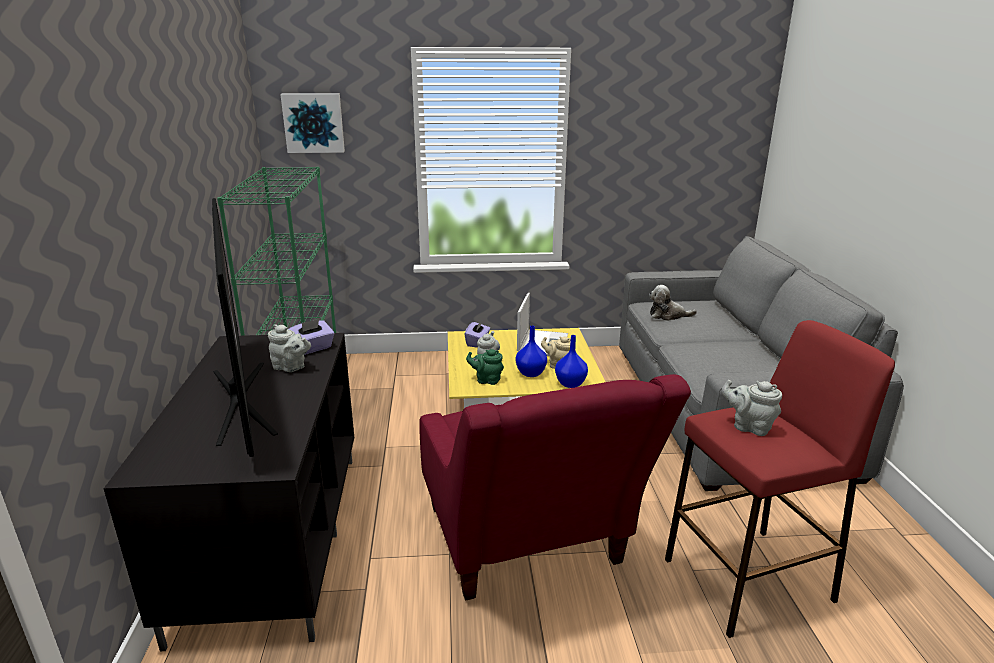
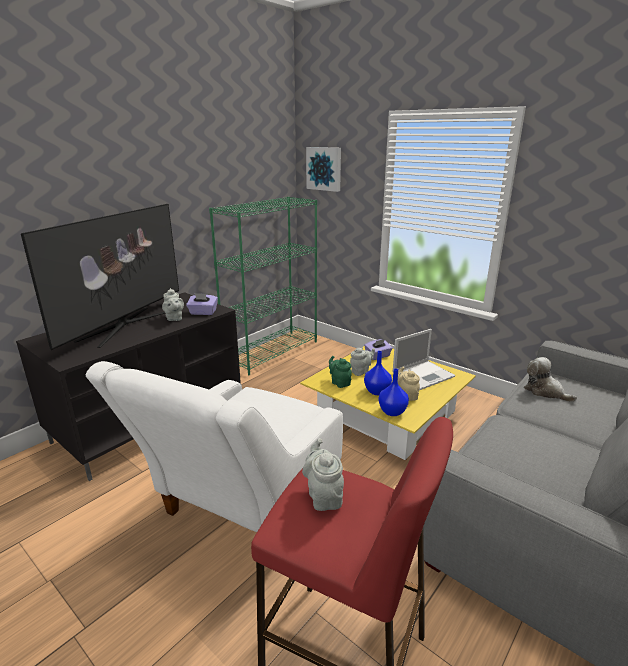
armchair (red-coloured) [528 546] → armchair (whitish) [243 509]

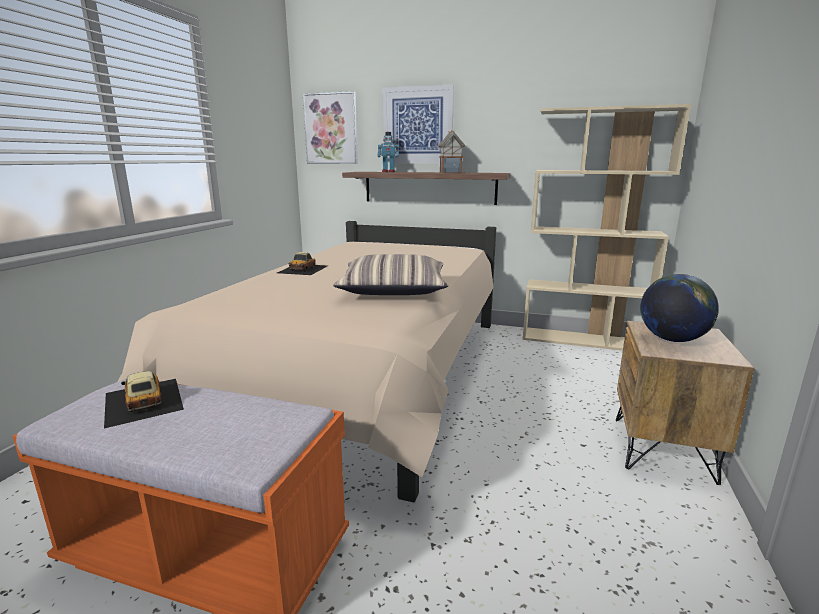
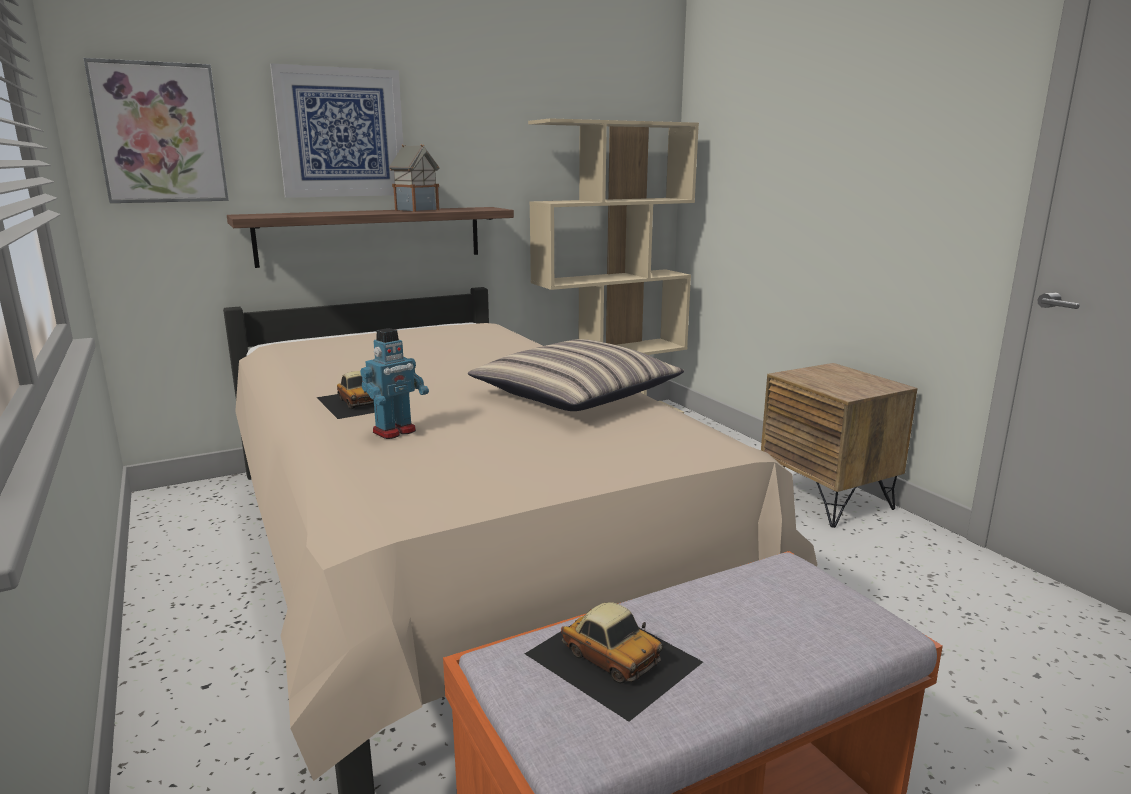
toy robot [388 172] → toy robot [395 432], relocated
model car [143 401] → model car [613 657], 150 degrees counterclockwise
desk globe [672 340] → -

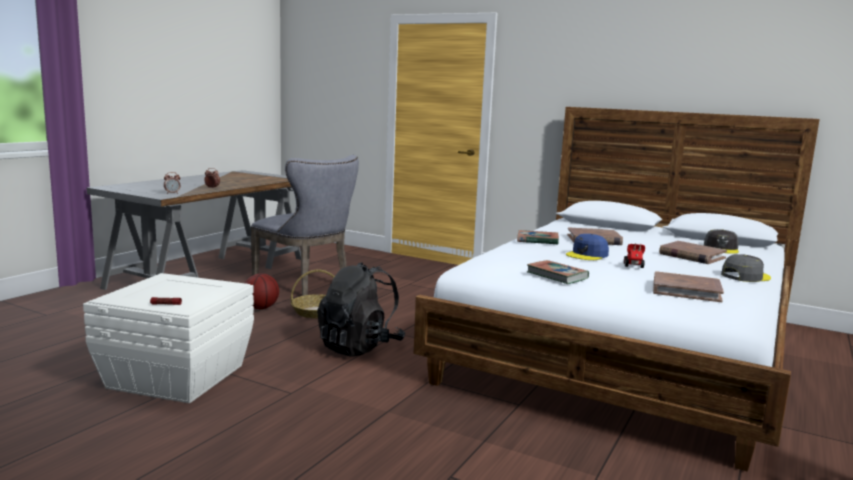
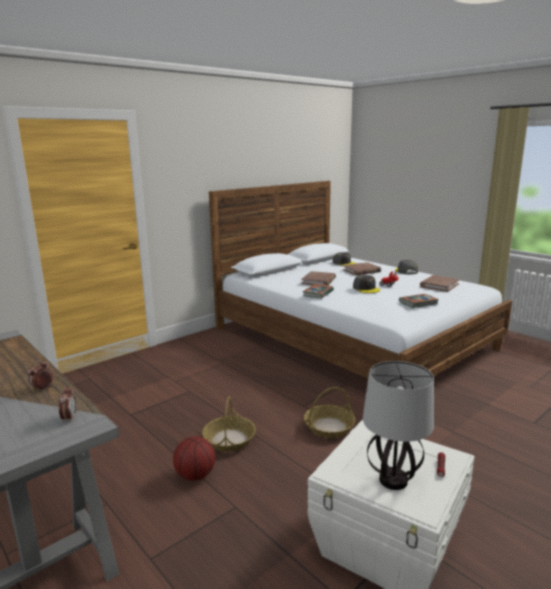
backpack (blackish) [360 347] → basket [329 427]
baseball cap (bluish) [587 255] → baseball cap (gray) [366 288]
- → tabletop lamp [393 481]
upright chair (gray) [306 284] → -

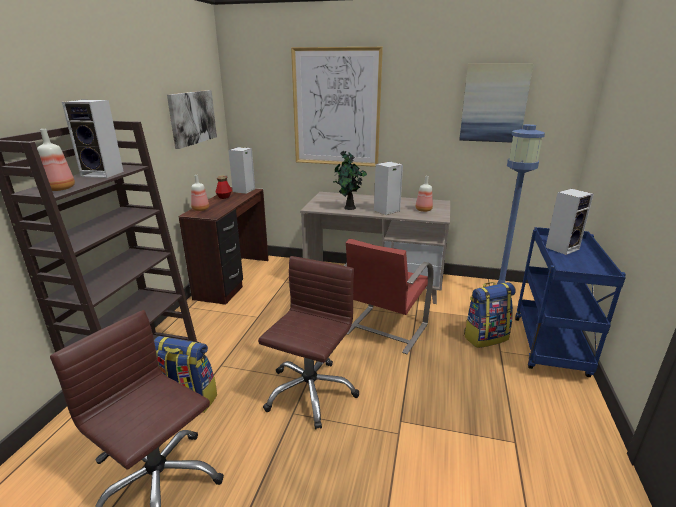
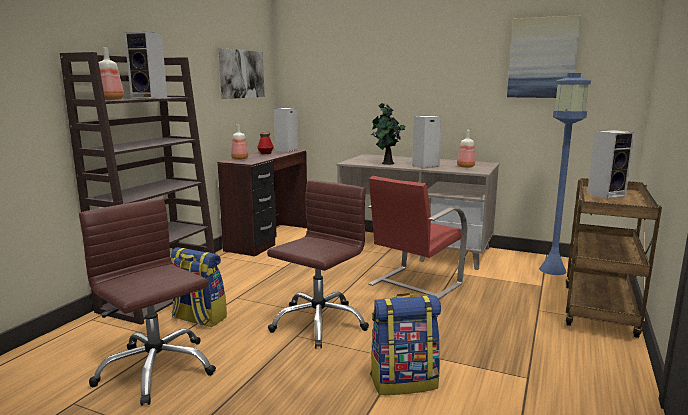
backpack [485 337] → backpack [404 381], relocated
cart (bluish) [550 348] → cart (brownish) [600 312]
picture [336 108] → -

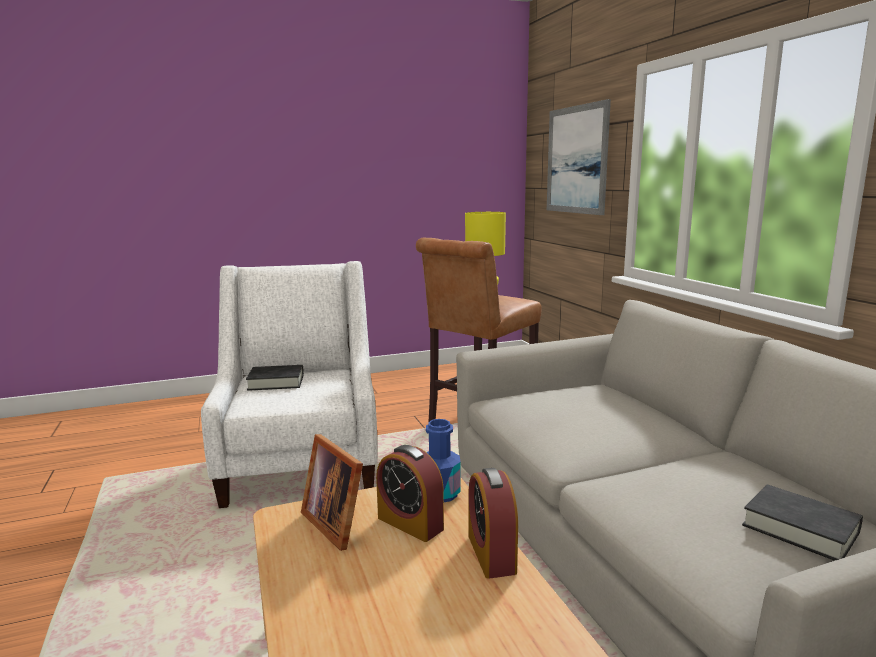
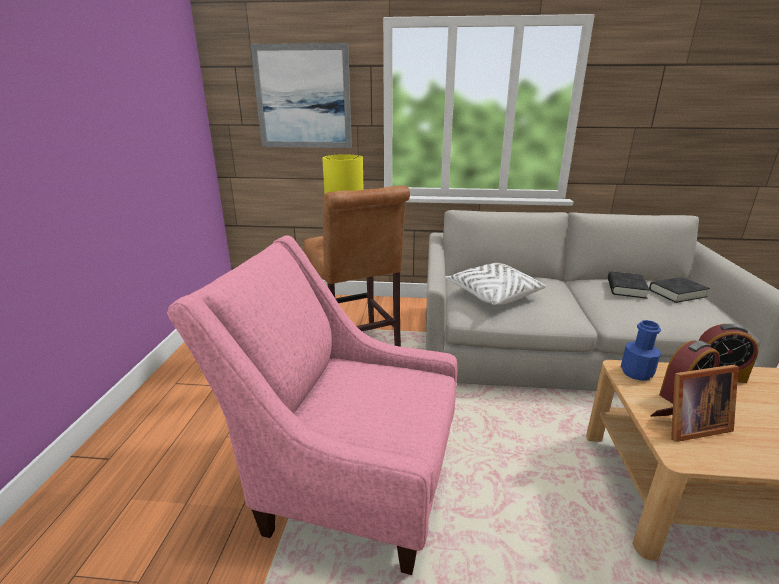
armchair (whitish) [302 464] → armchair (pink) [346 480]
- → throw pillow (whitish) [492 295]
volume (blackish) [276 382] → volume (blackish) [626 288], relocated

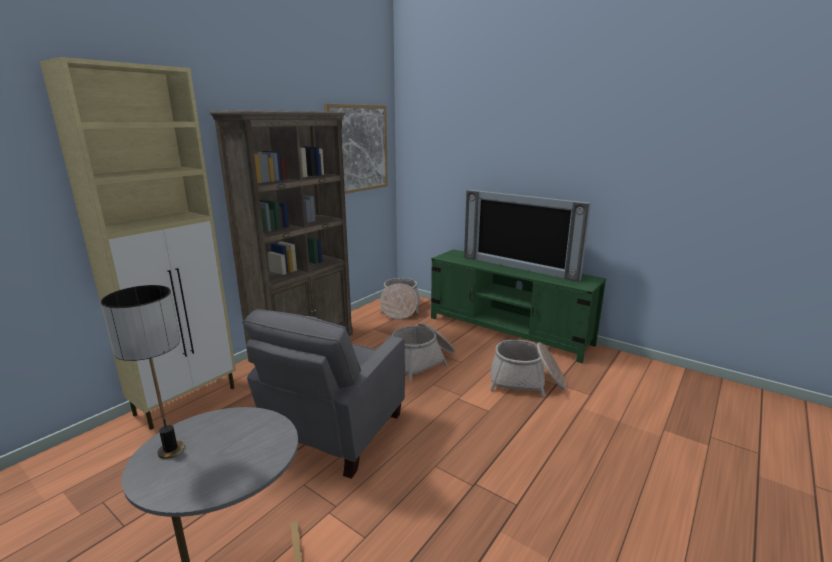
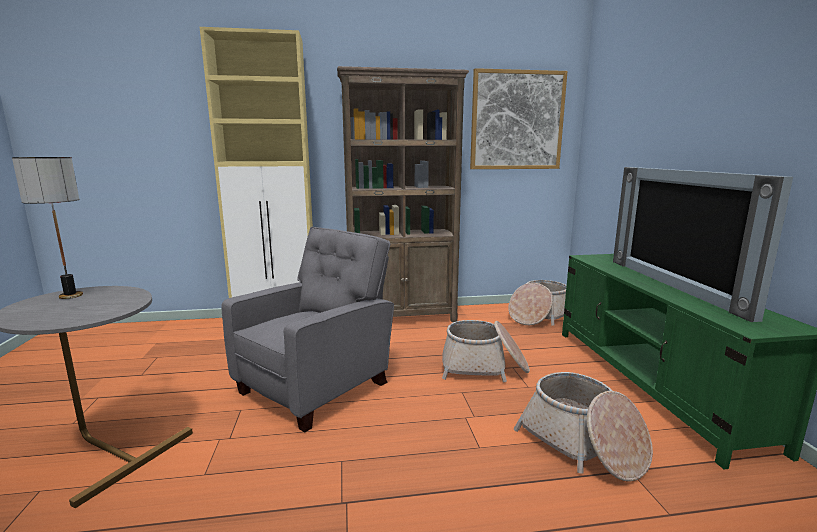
armchair (gray) [334 432] → armchair (gray) [317 386], 150 degrees clockwise

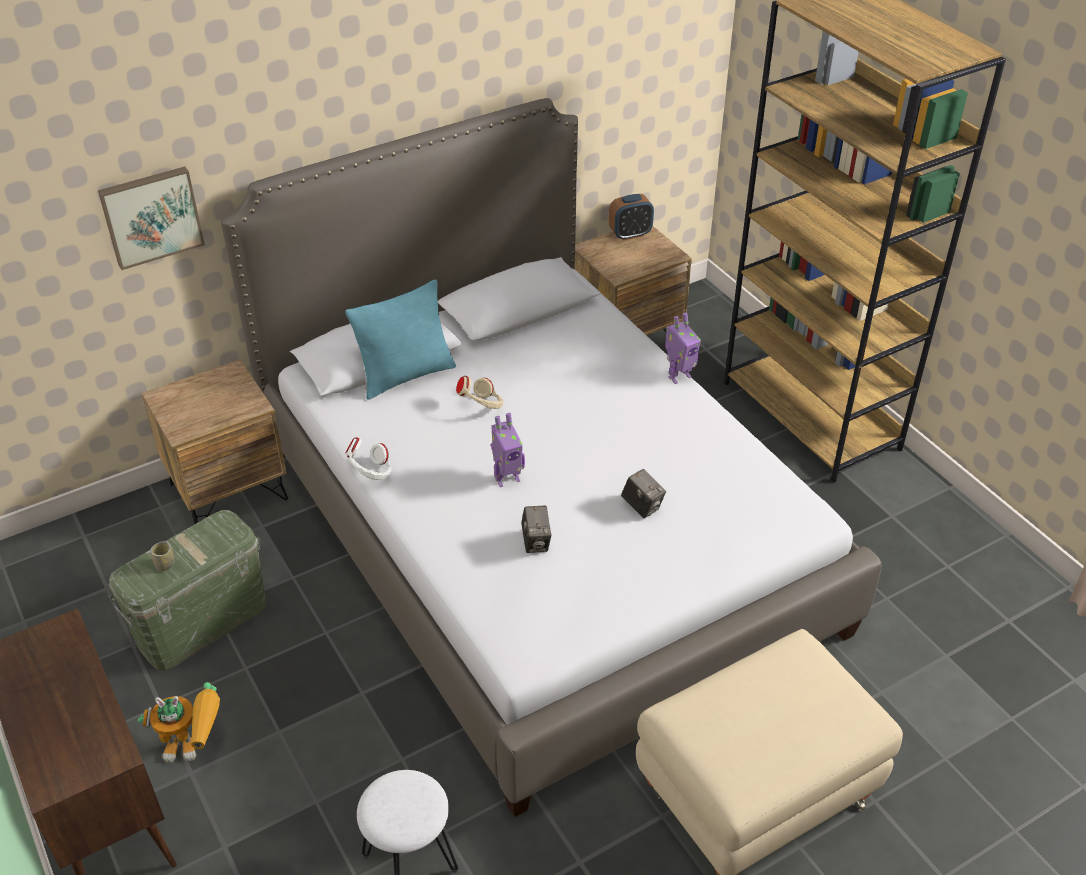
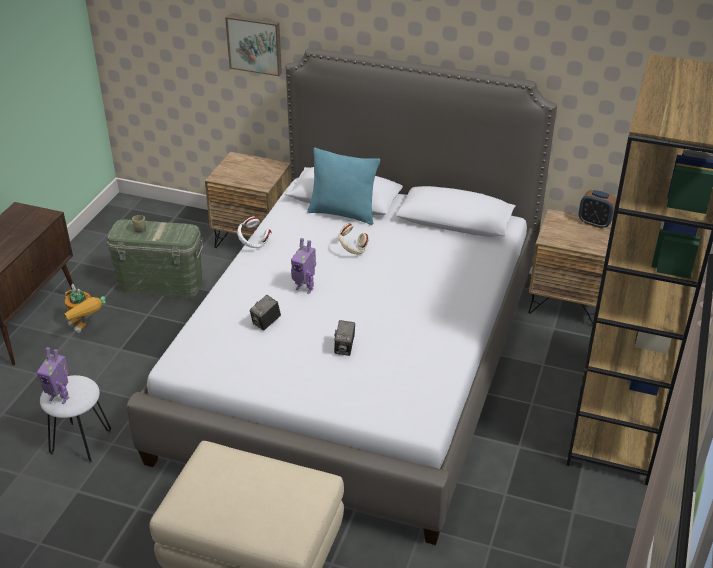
toy robot [678 376] → toy robot [60 398], relocated

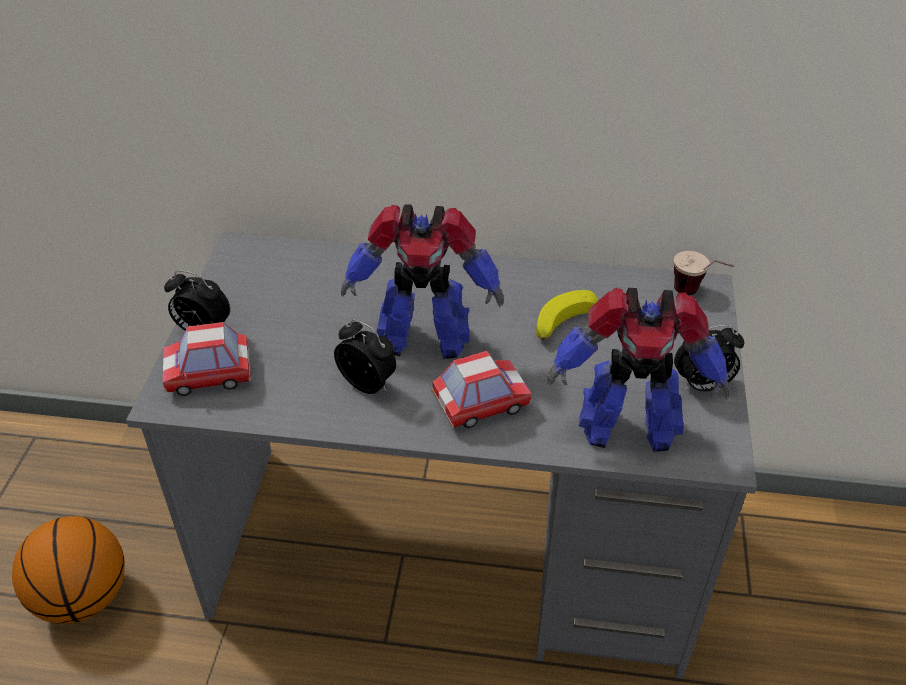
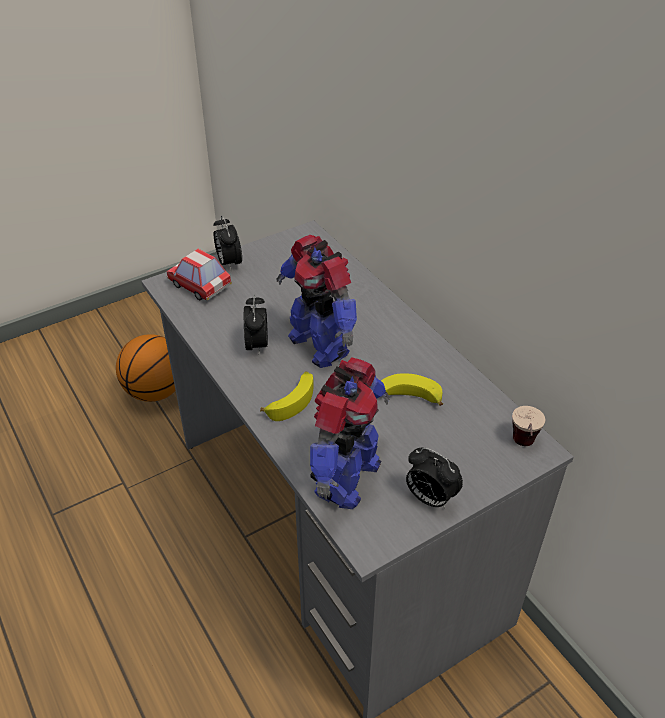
model car [481 404] → banana [292 400]
toy robot [626 427] → toy robot [345 478], 120 degrees counterclockwise

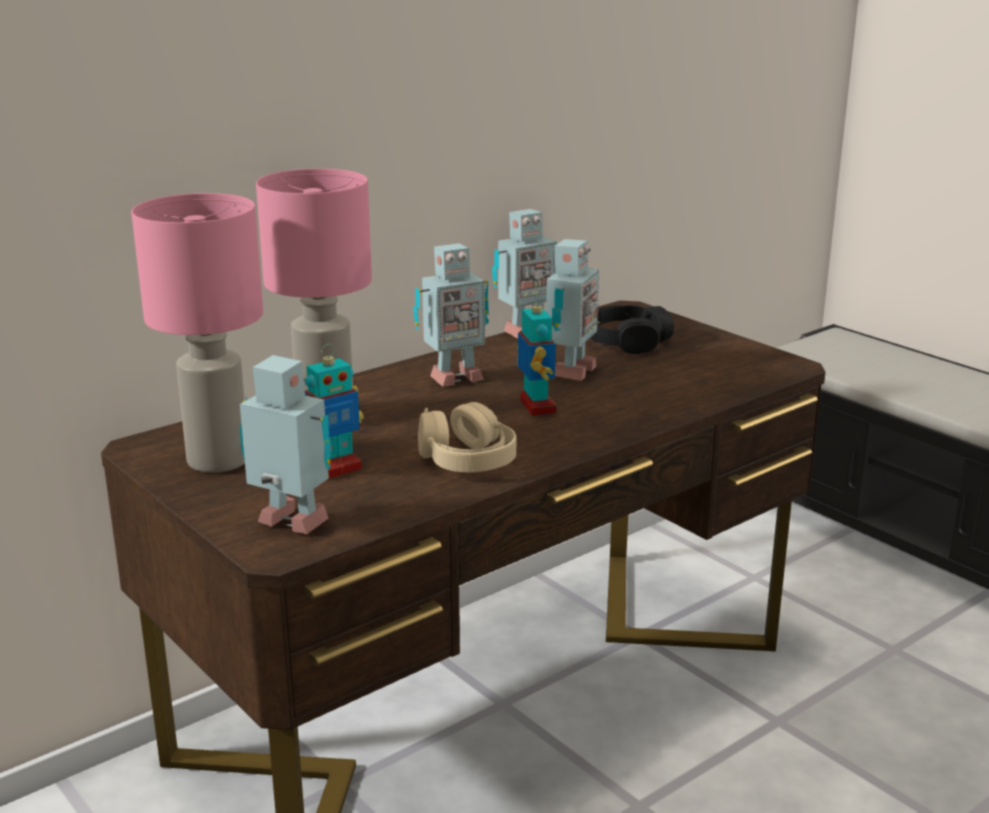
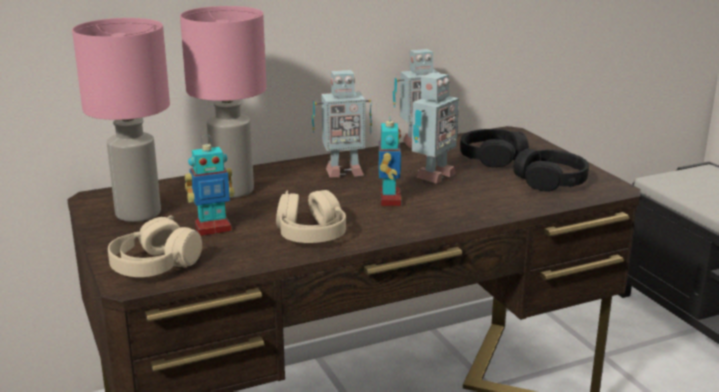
toy robot [291 525] → headphones (beige) [155 265]
- → headphones (blackish) [550 180]

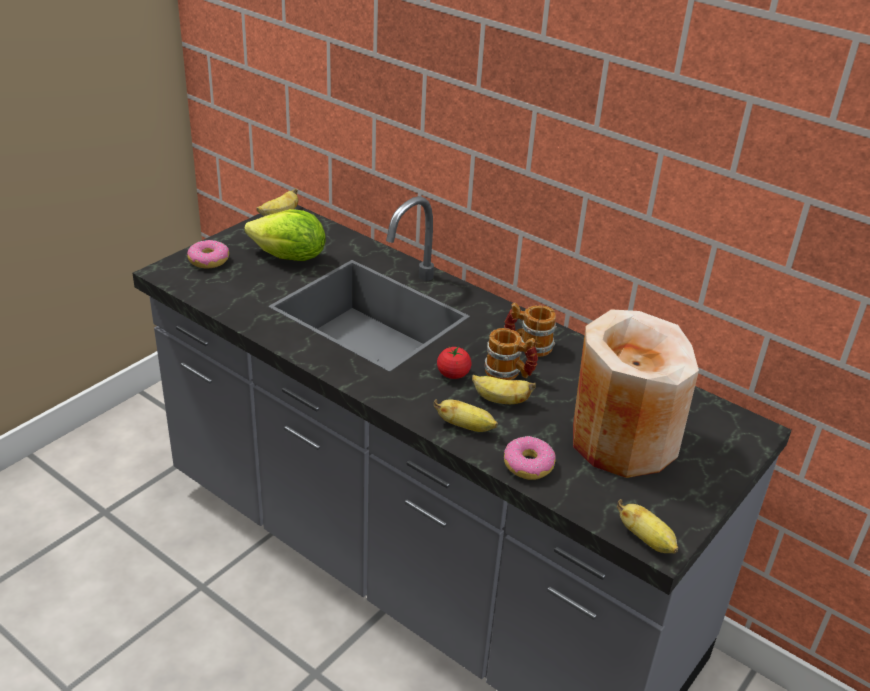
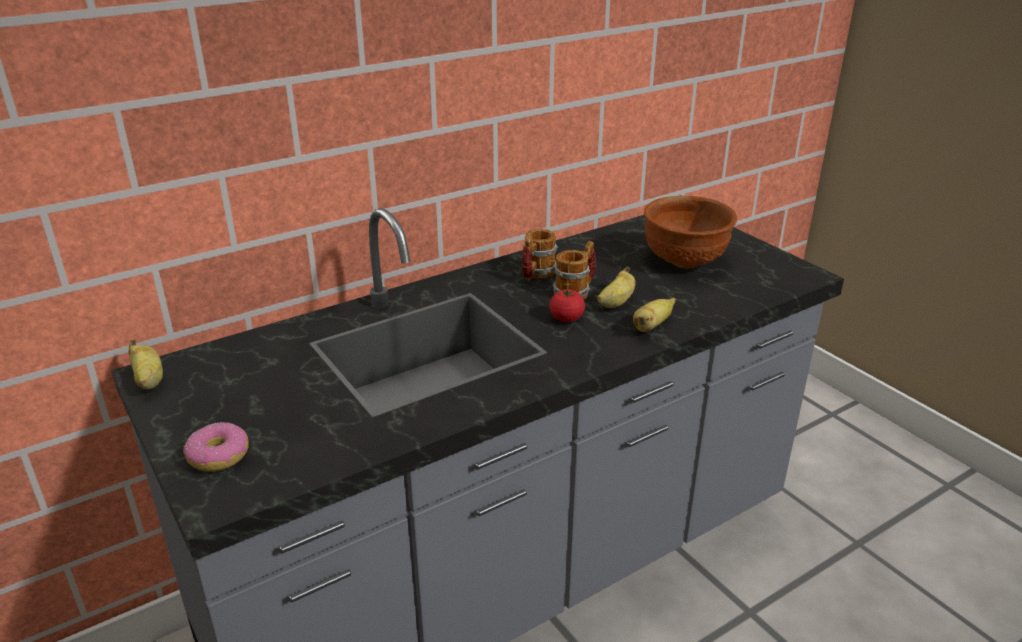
vase (beige) [622 440] → deep dish (brownish) [684 262]
head of lettuce [289 258] → -
doughnut [528 465] → -
banana [647 540] → -

